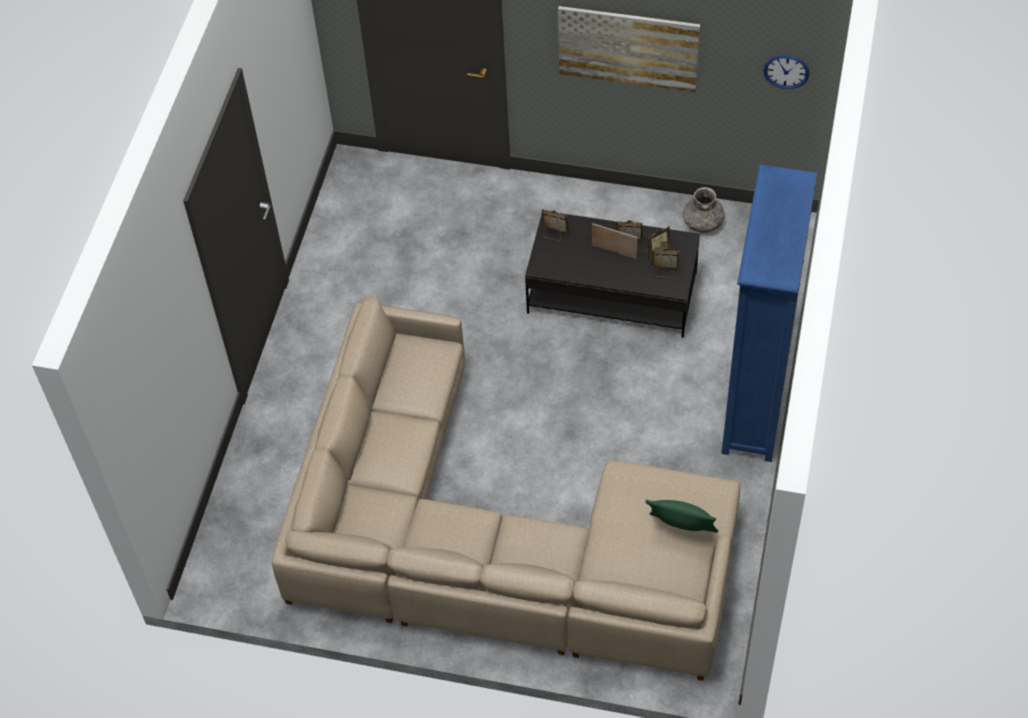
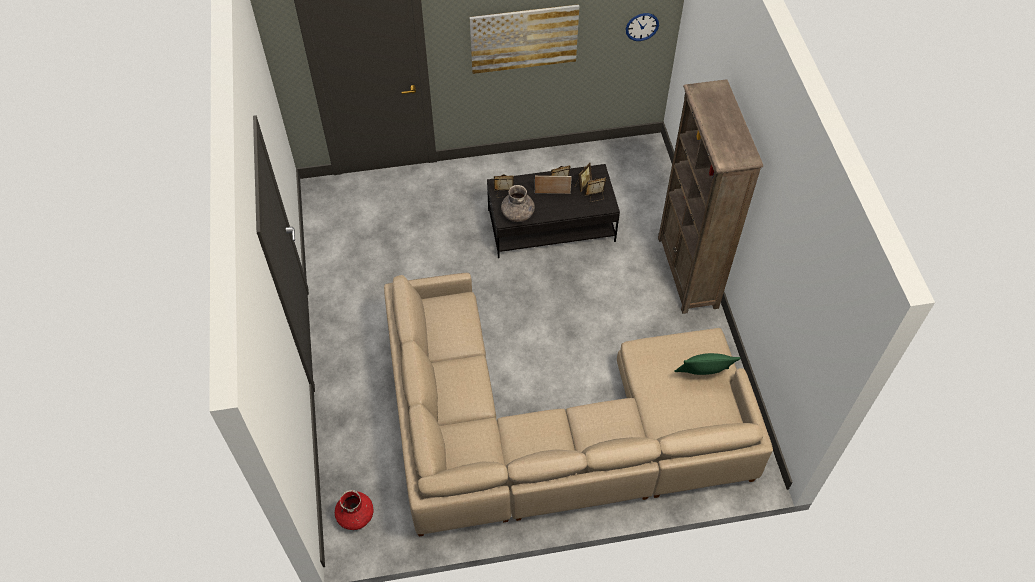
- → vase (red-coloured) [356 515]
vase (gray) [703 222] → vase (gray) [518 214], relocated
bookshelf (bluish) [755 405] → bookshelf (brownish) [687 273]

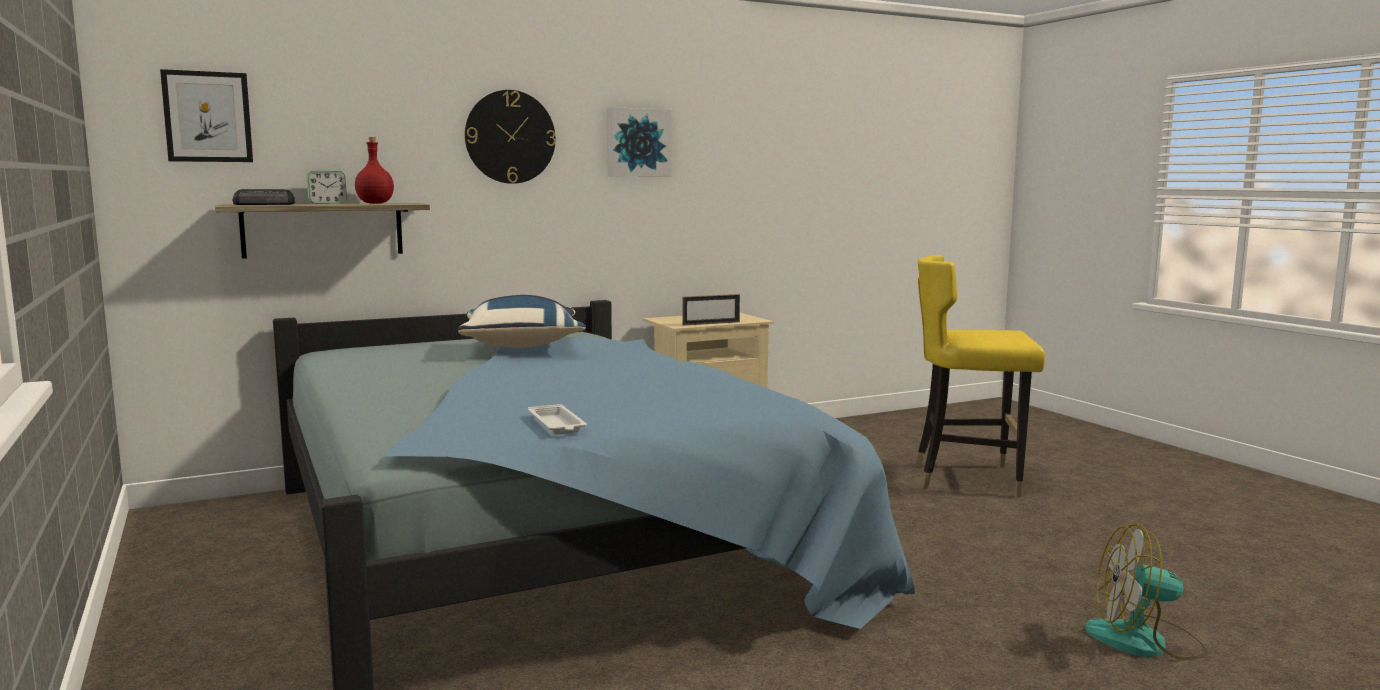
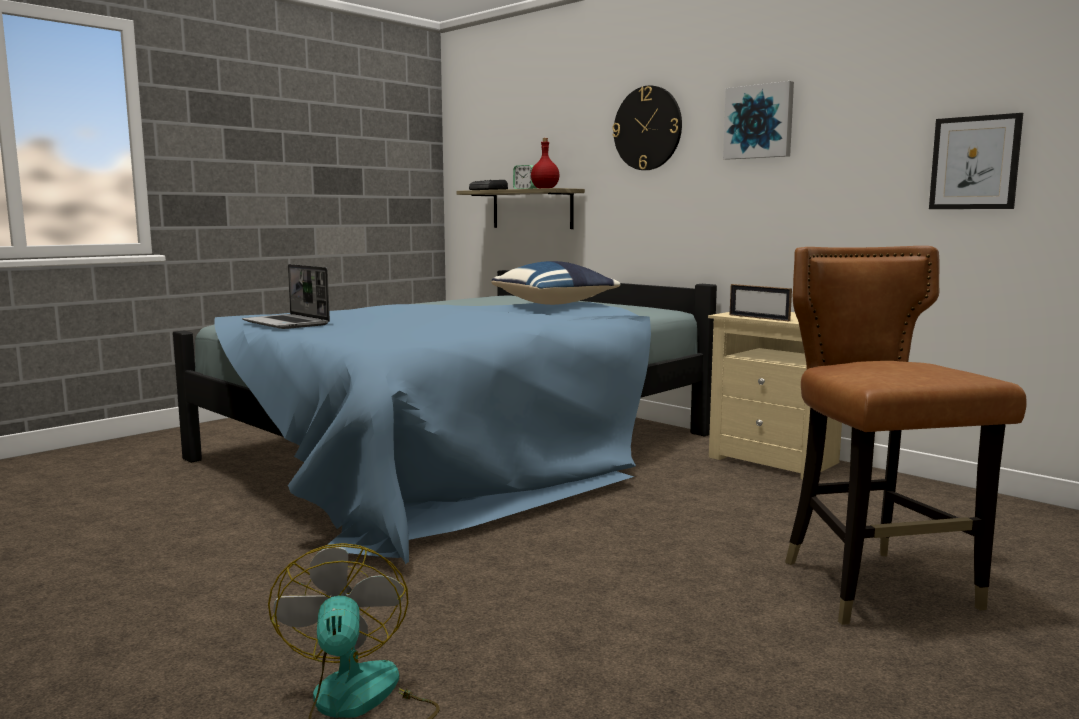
tray (whitish) [557 425] → notebook computer [287 323]
upright chair (yellow) [968 479] → upright chair (brownish) [876 588]
picture [207 117] → picture [974 163], relocated

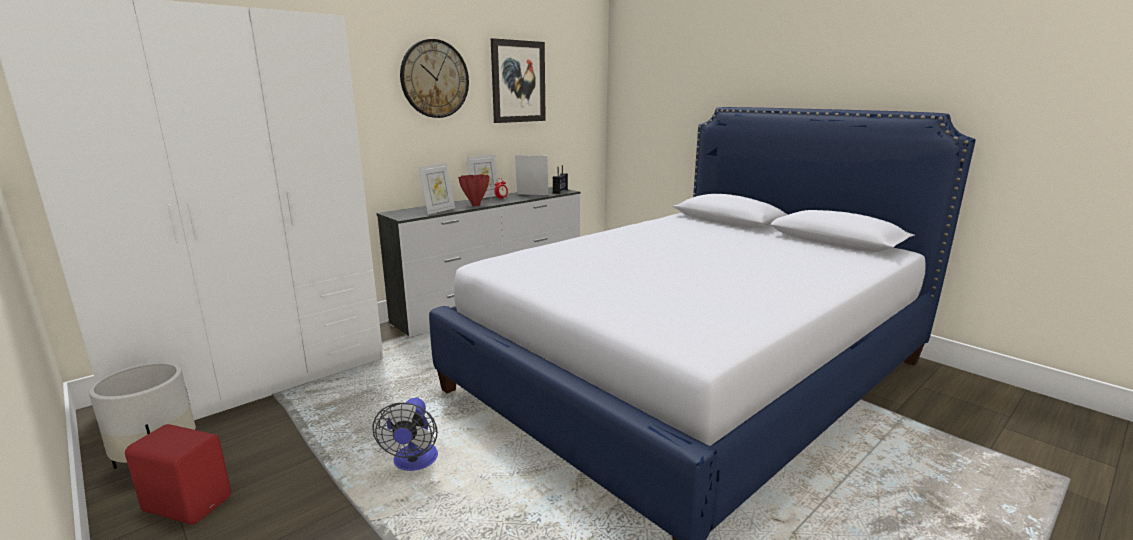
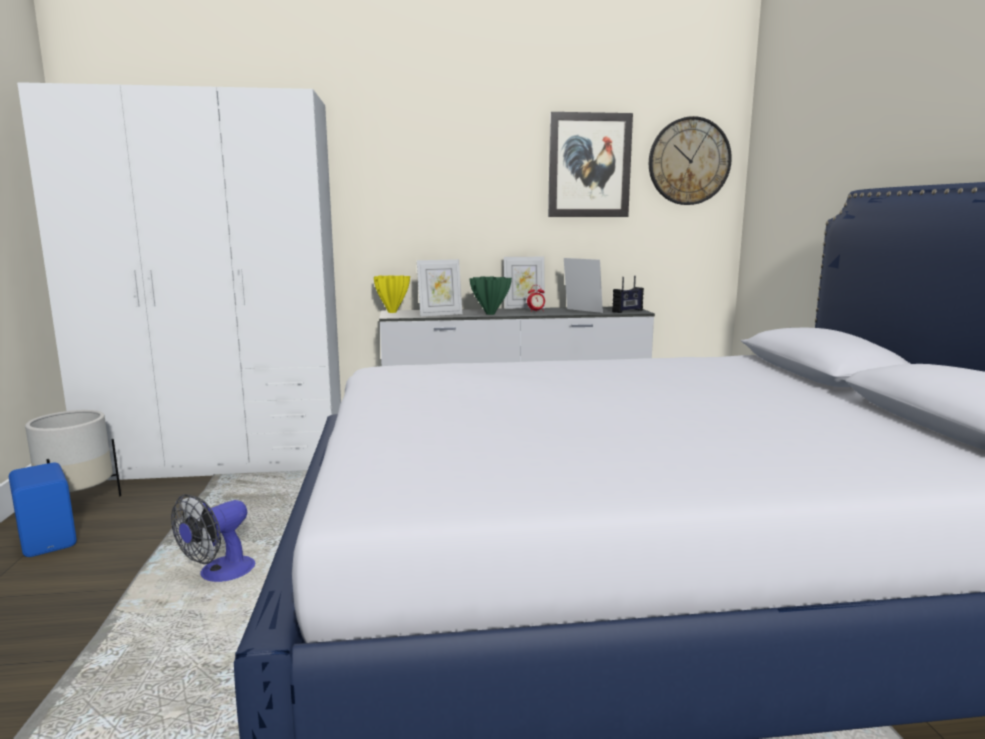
loudspeaker (red-coloured) [189 503] → loudspeaker (bluish) [50 540]
- → vase (yellow) [392 312]
vase (red-coloured) [475 205] → vase (green) [489 314]
wall clock [434 79] → wall clock [689 161], relocated

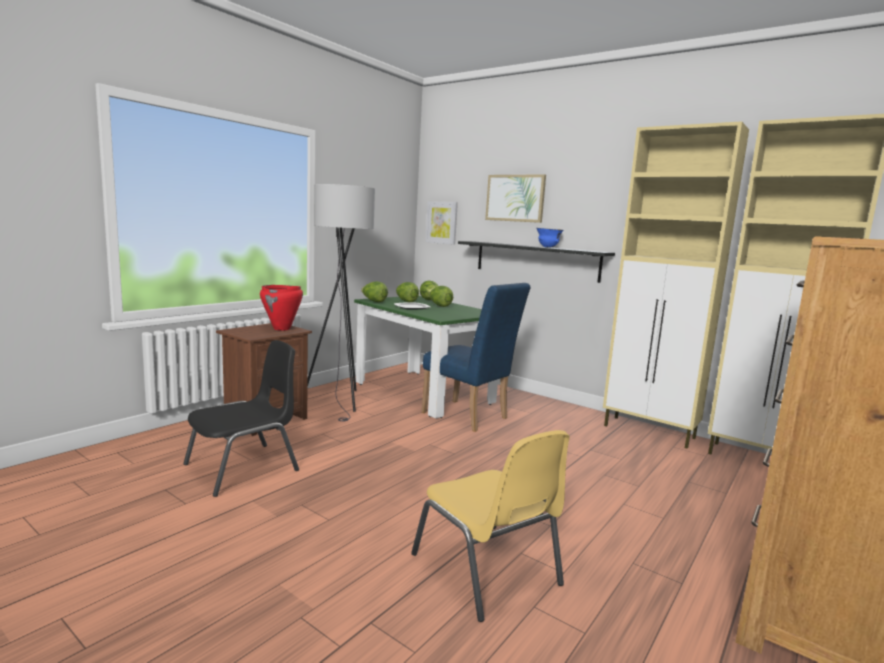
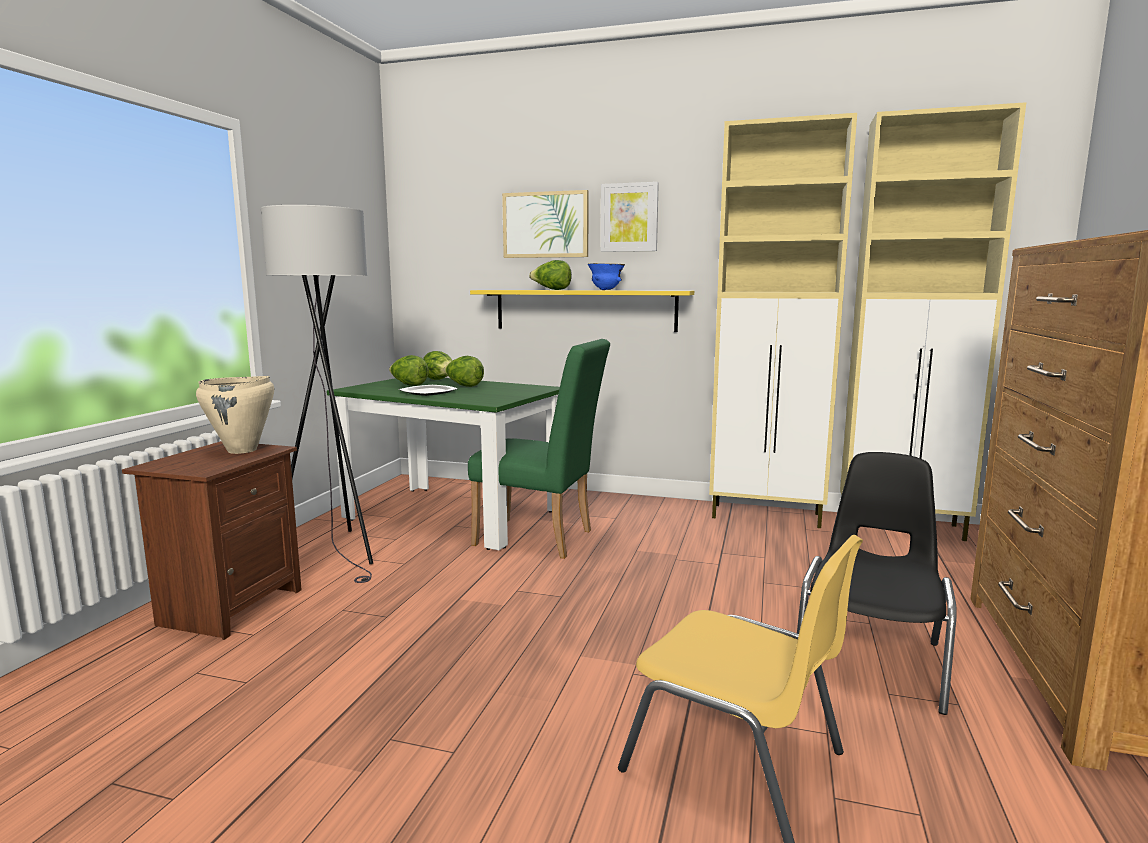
saucepot (red-coloured) [282 329] → saucepot (beige) [242 450]
upright chair (bluish) [469 417] → upright chair (green) [541 539]
shelf (blackish) [536 260] → shelf (yellow) [585 310]
head of lettuce [374 301] → head of lettuce [551 290], relocated
picture [442 222] → picture [629 217], relocated
upright chair (blackish) [244 468] → upright chair (blackish) [871 660], relocated

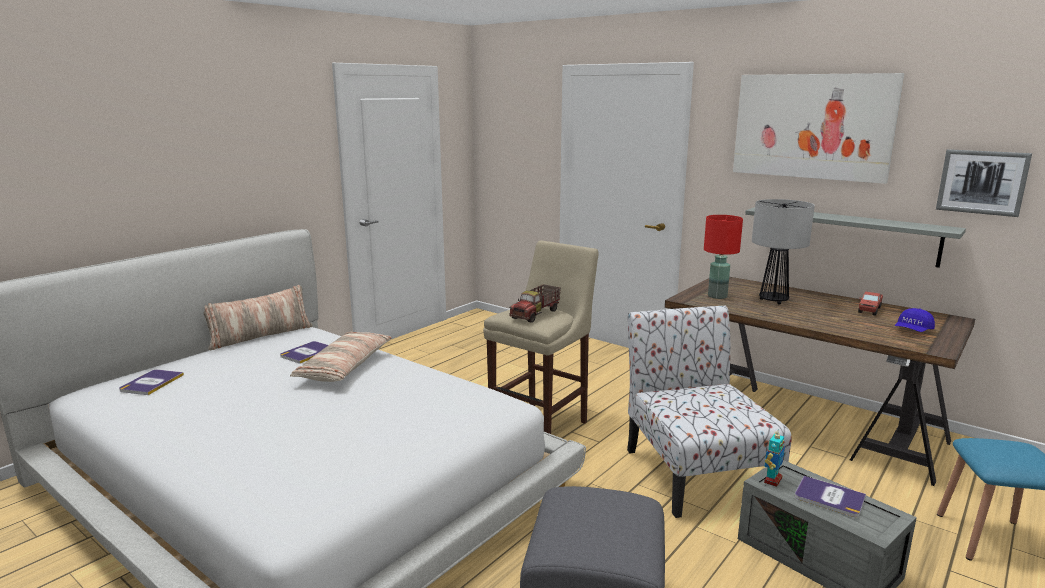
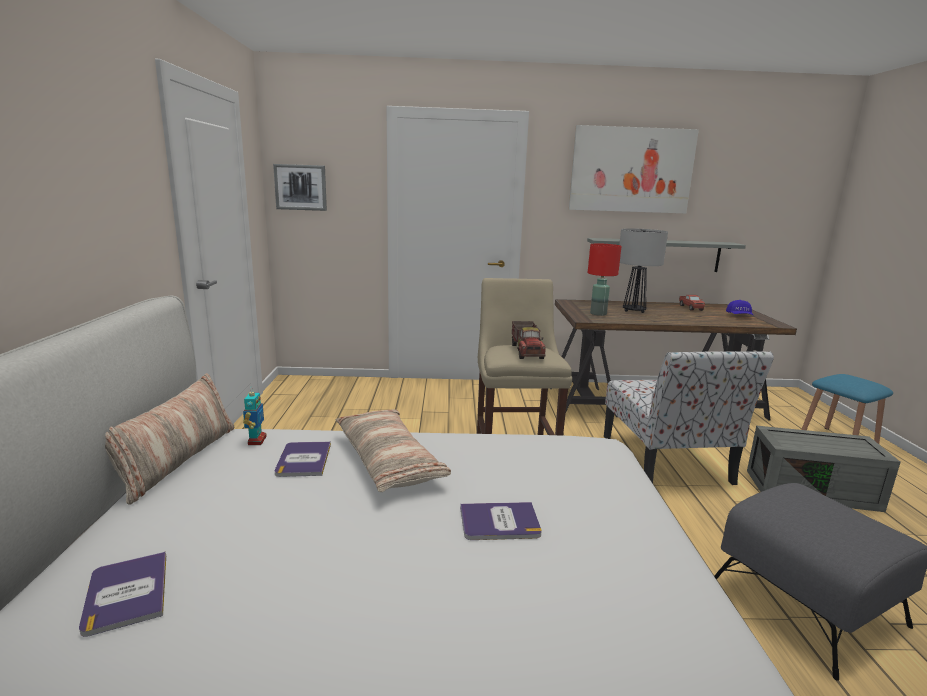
toy robot [772 480] → toy robot [256 441], relocated
picture [982 182] → picture [300 187], relocated
volume [829 497] → volume [499 522], relocated
upright chair [695 472] → upright chair [667 461], 135 degrees counterclockwise

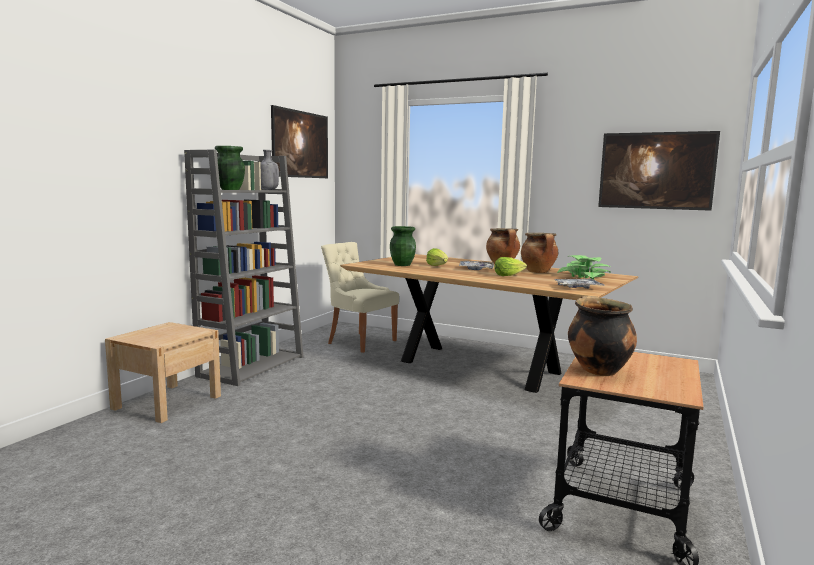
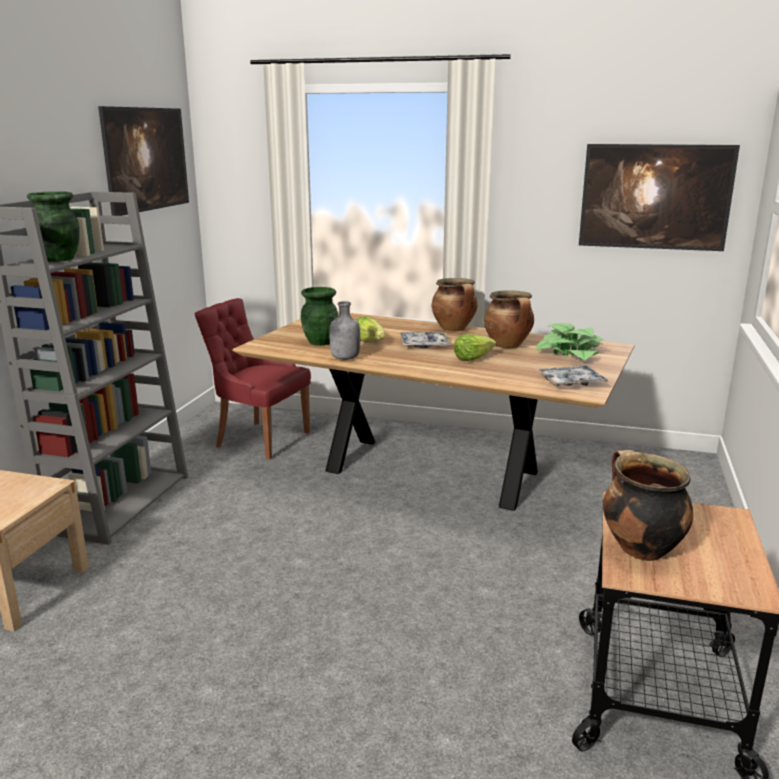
upright chair (beige) [359 341] → upright chair (red-coloured) [259 439]
drink bottle (gray) [267 190] → drink bottle (gray) [344 358], relocated

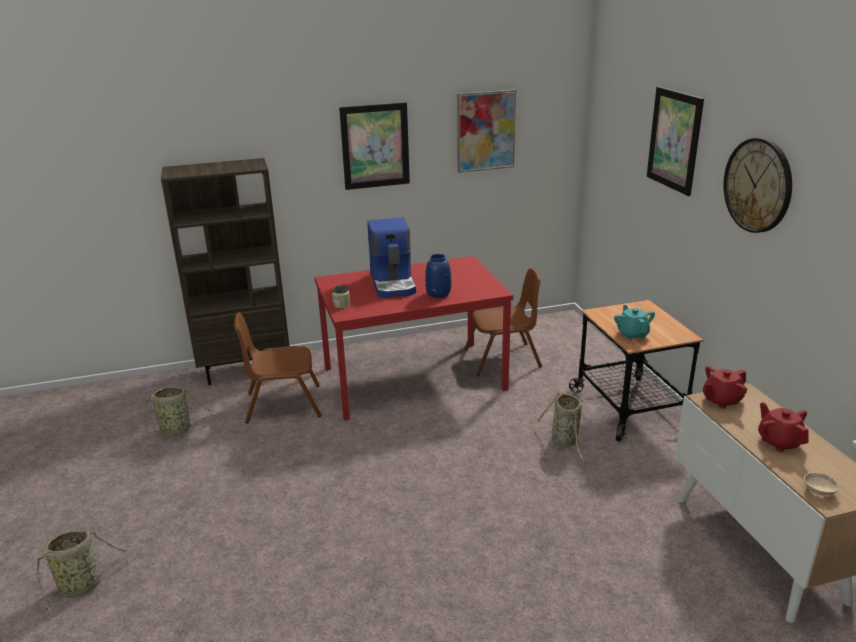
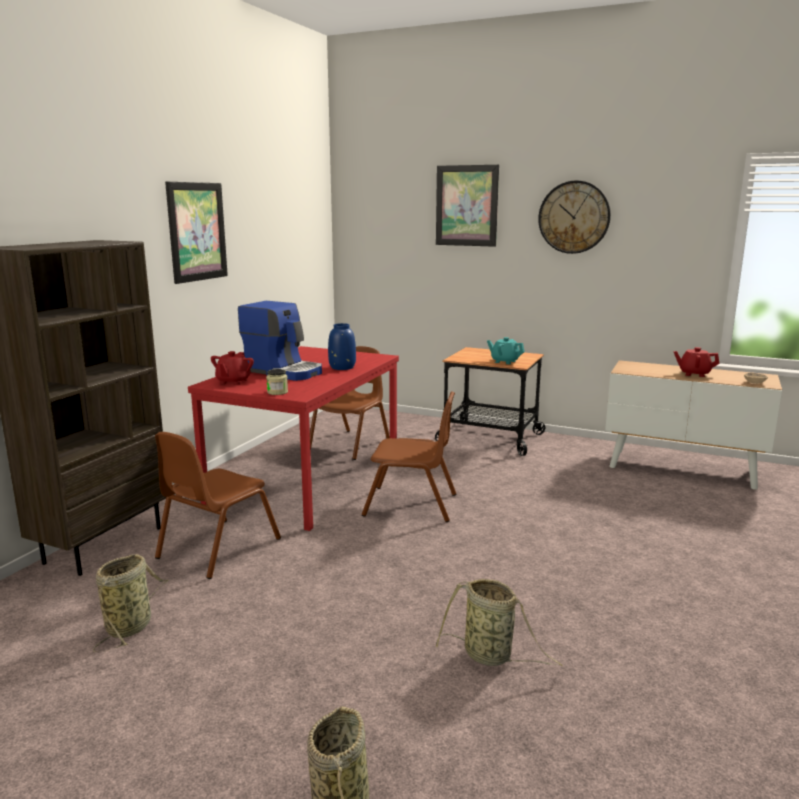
tea pot (red-coloured) [721 400] → tea pot (red-coloured) [233 381], relocated
- → upright chair (brownish) [411 505]
basket [565 442] → basket [491 656], relocated
picture [485 131] → -

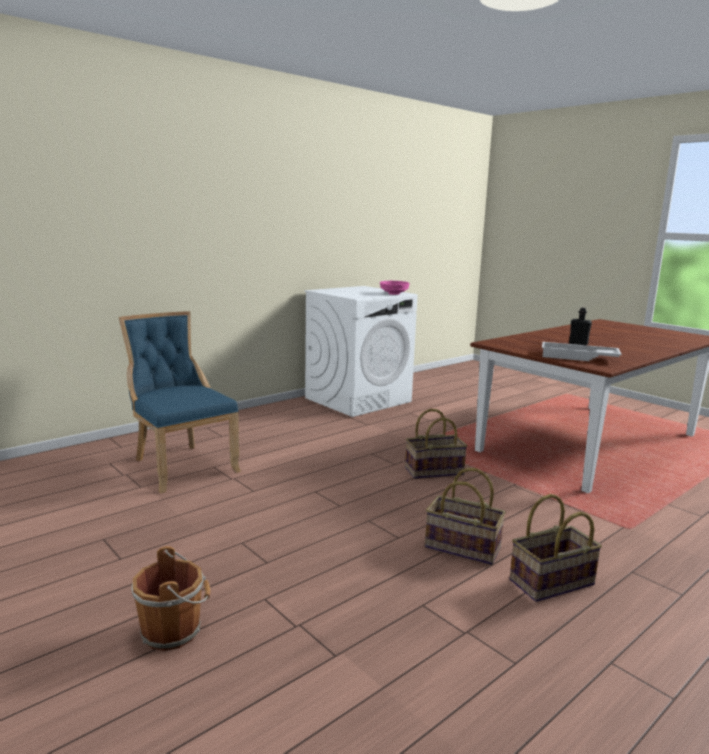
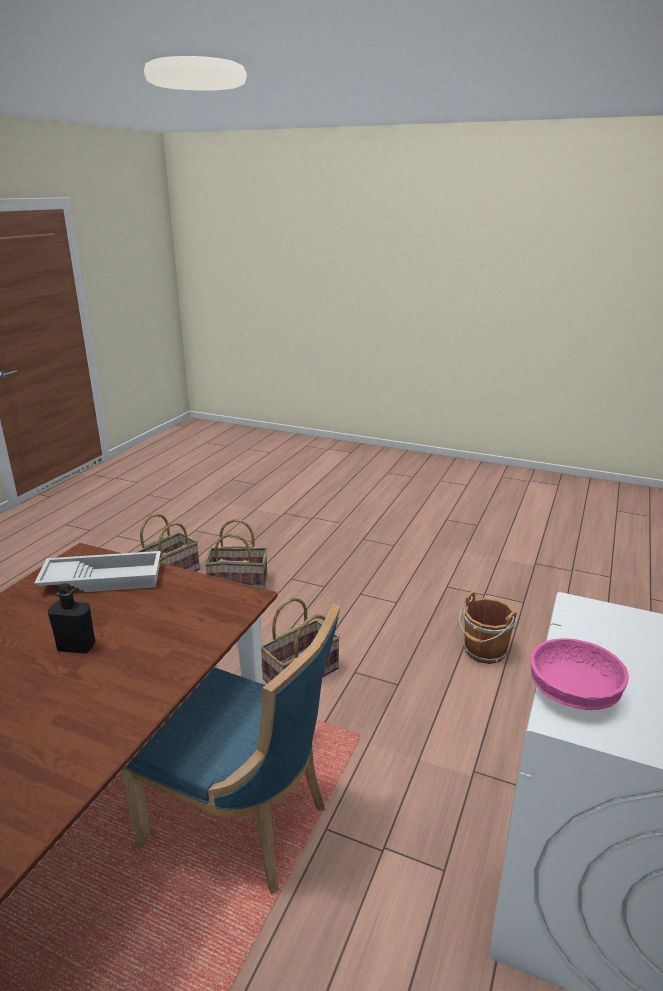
upright chair (bluish) [181 465] → upright chair (bluish) [243 823], relocated
bucket (brownish) [174 630] → bucket (brownish) [484 651], relocated

